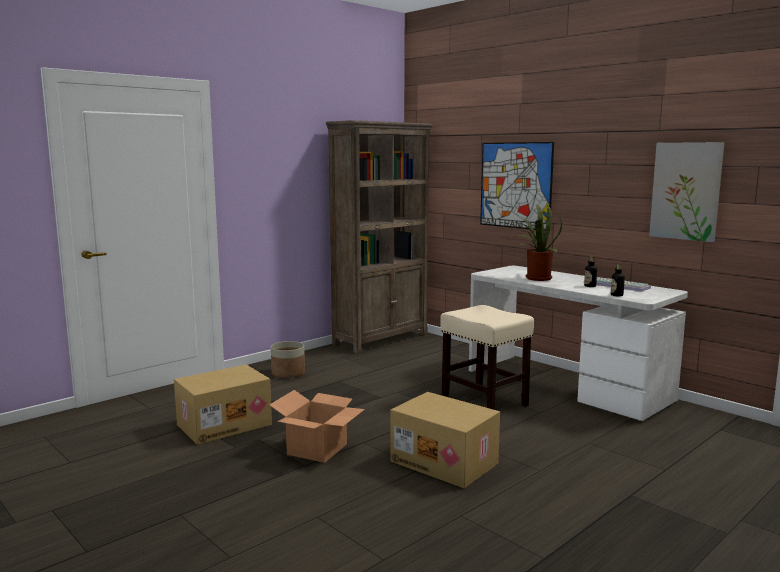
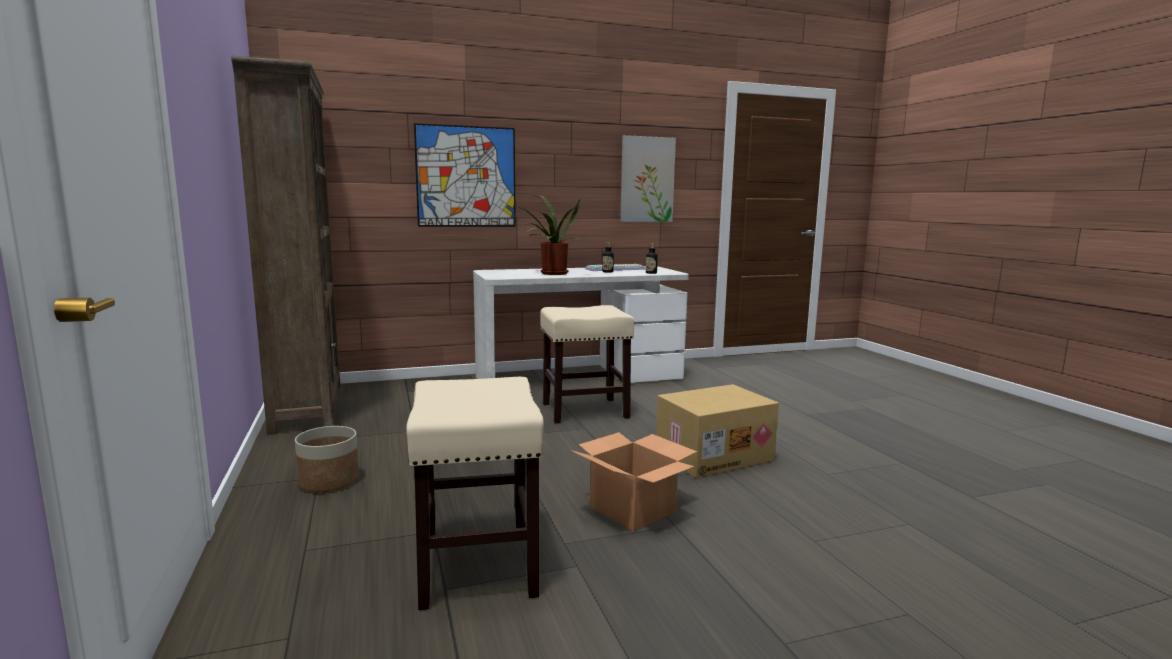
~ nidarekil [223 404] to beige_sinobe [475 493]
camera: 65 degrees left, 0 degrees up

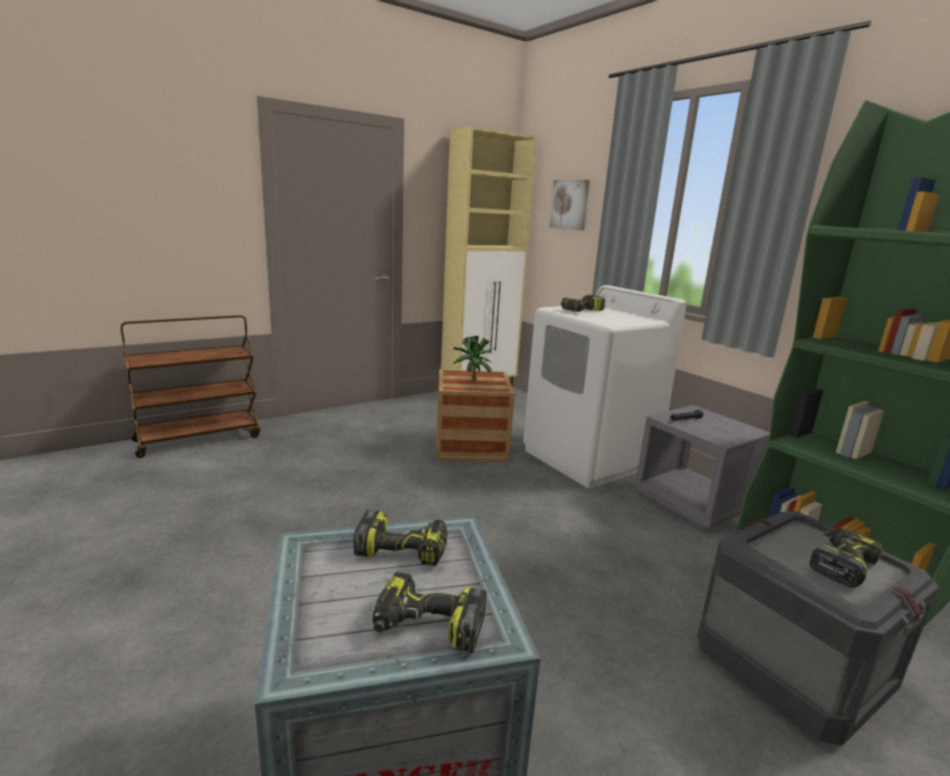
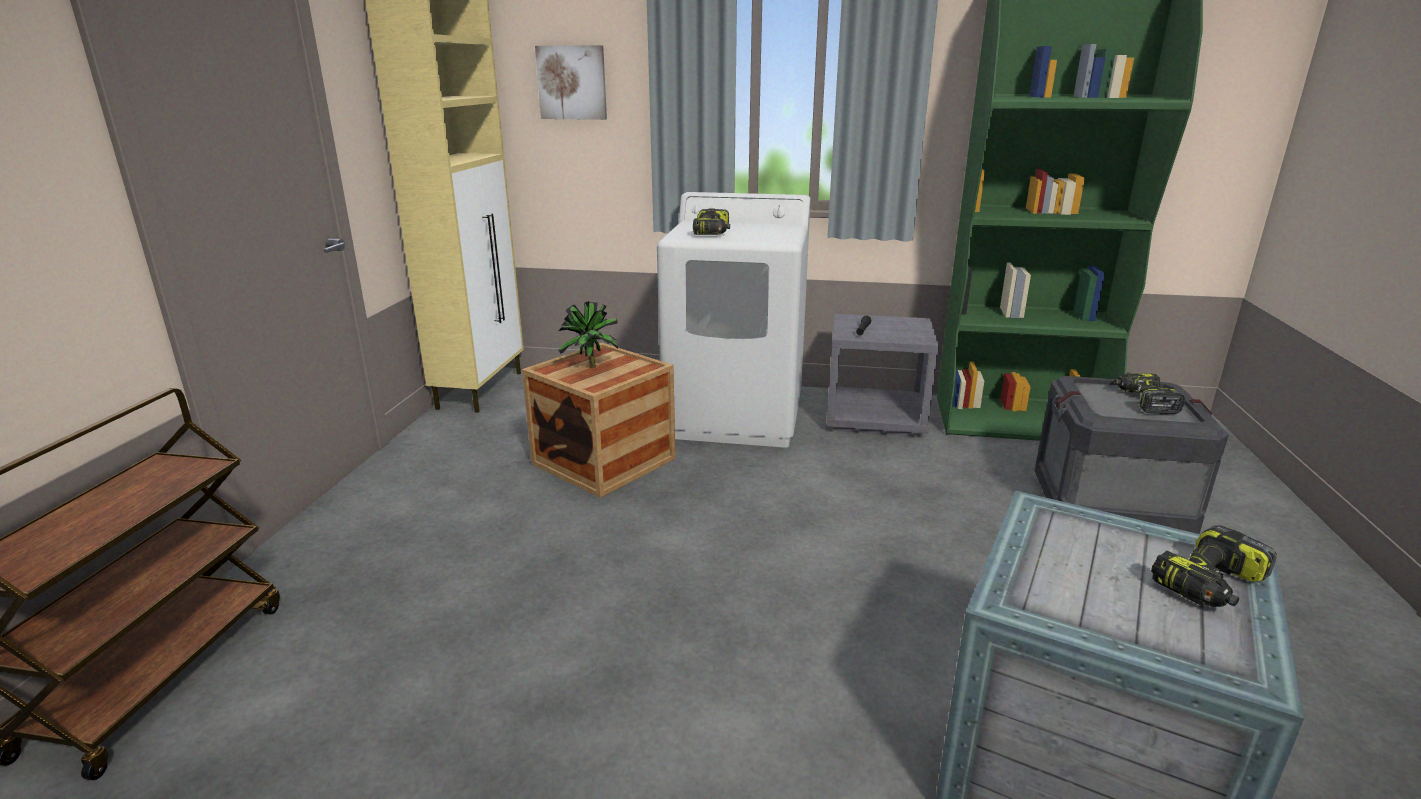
- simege [400 537]
camera: 45 degrees left, 5 degrees up

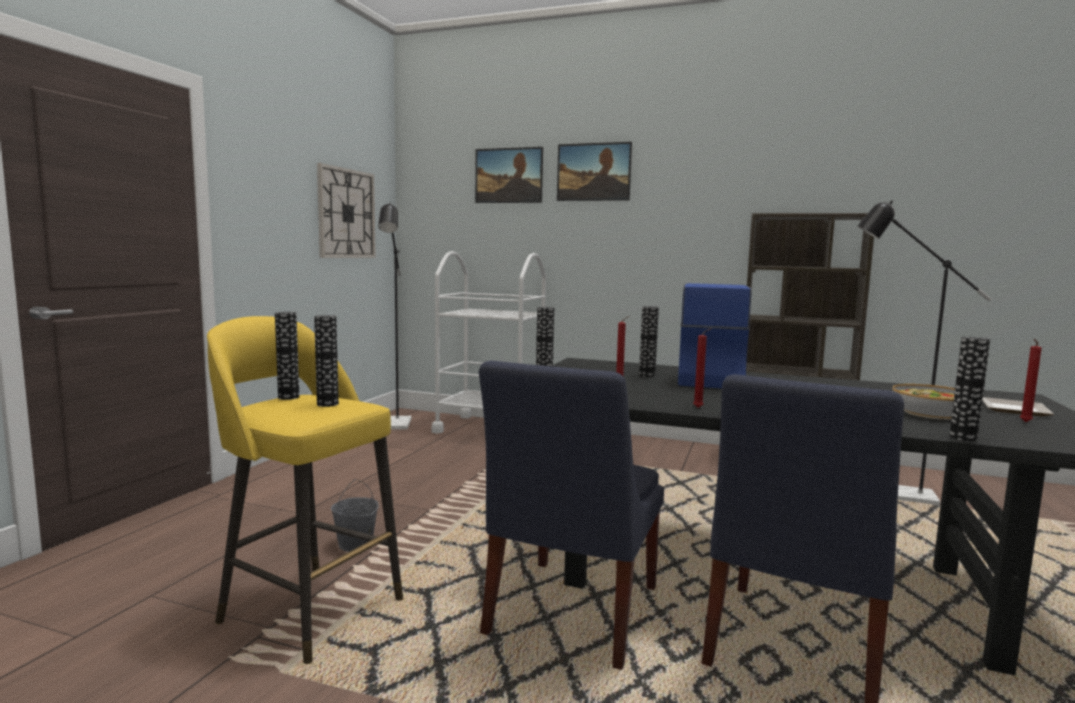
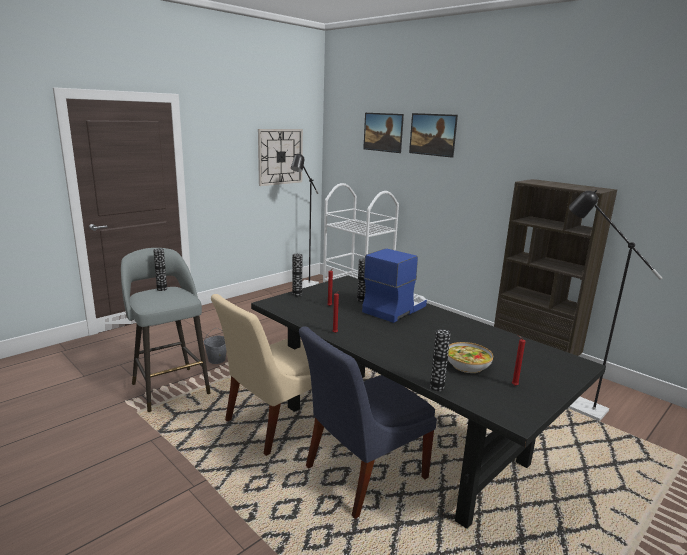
~ yellow_sinobe [305 490] to grey_sinobe [166 330]
~ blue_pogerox [571 515] to beige_pogerox [261 375]
- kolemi [326 361]
- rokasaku [1018 406]
camera: 25 degrees right, 10 degrees up

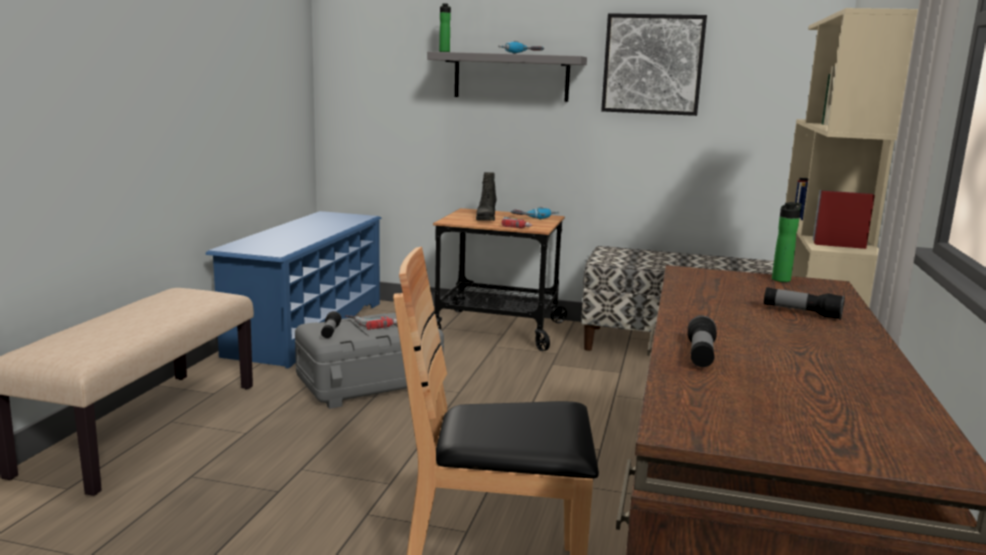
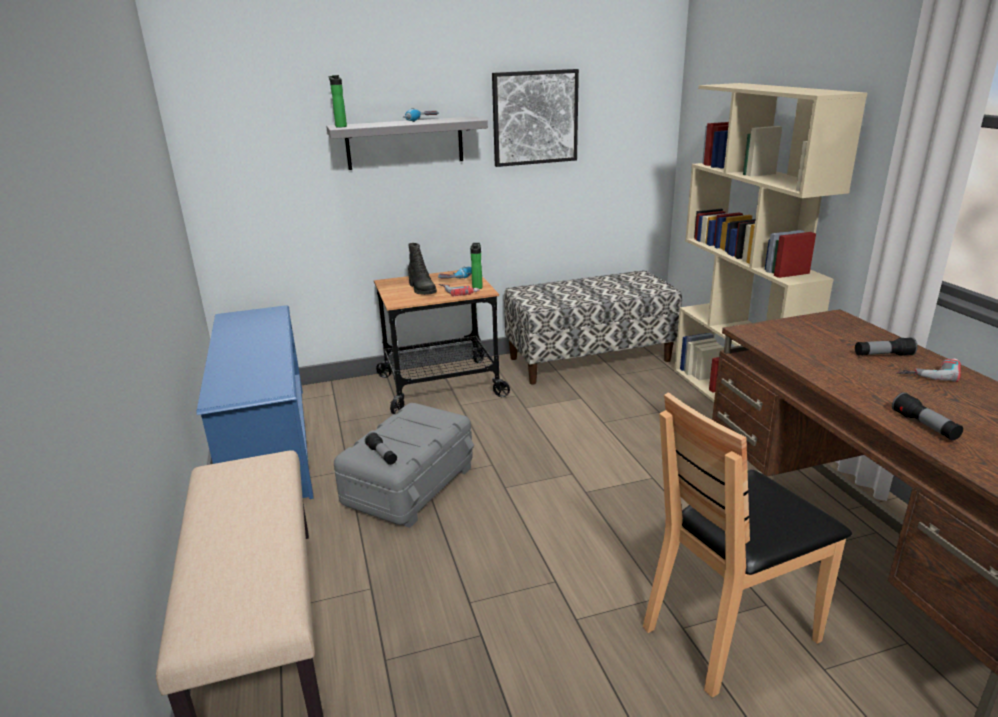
~ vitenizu [786 242] to [476 266]
~ simege [371 322] to [928 370]
camera: 30 degrees left, 10 degrees up

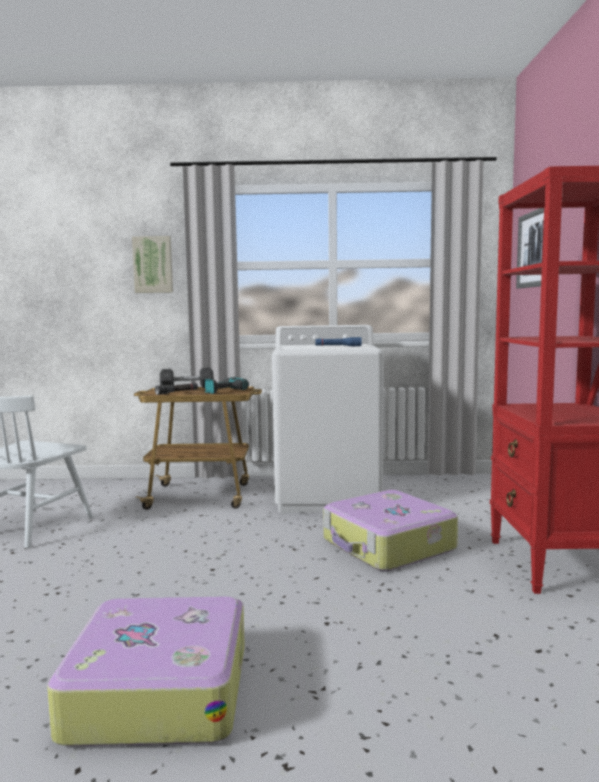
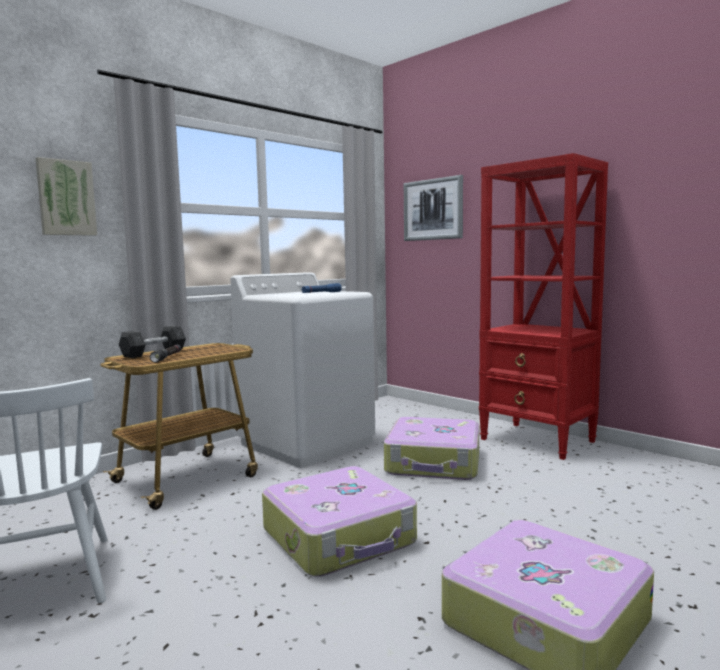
+ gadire [339 521]
- simege [226 385]
camera: 45 degrees left, 0 degrees up

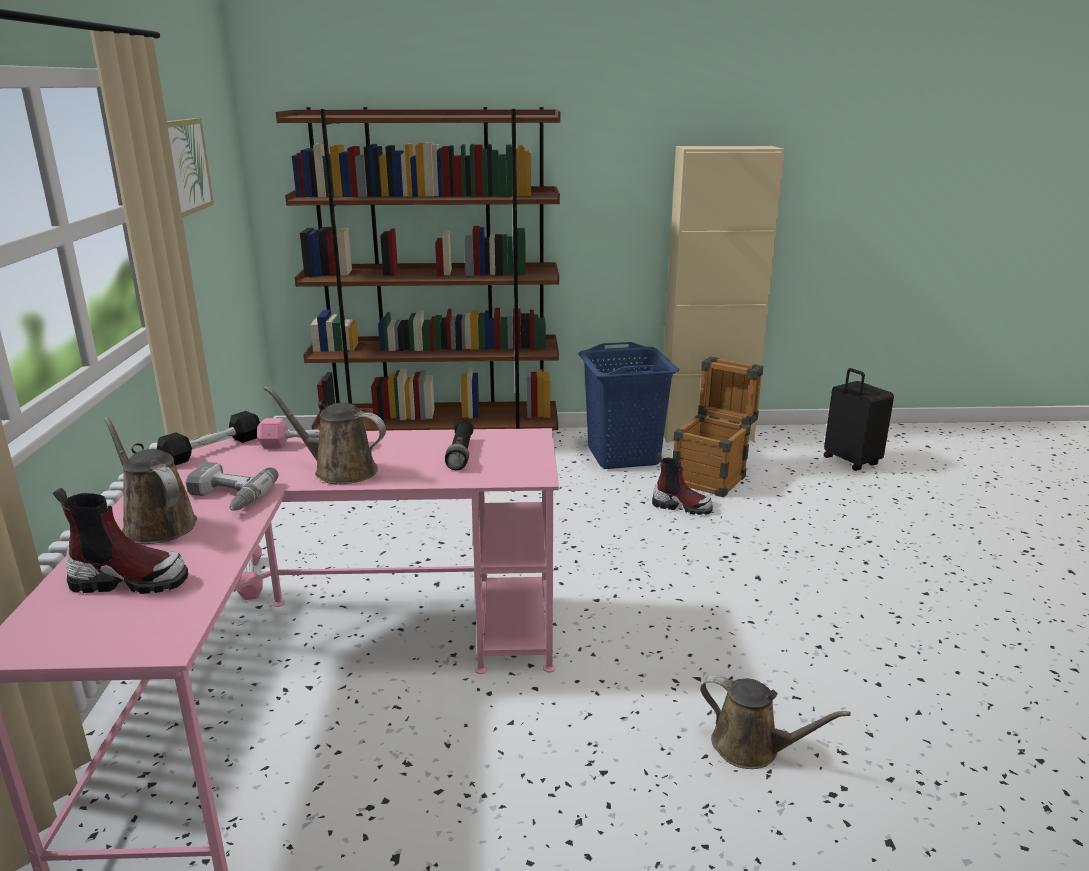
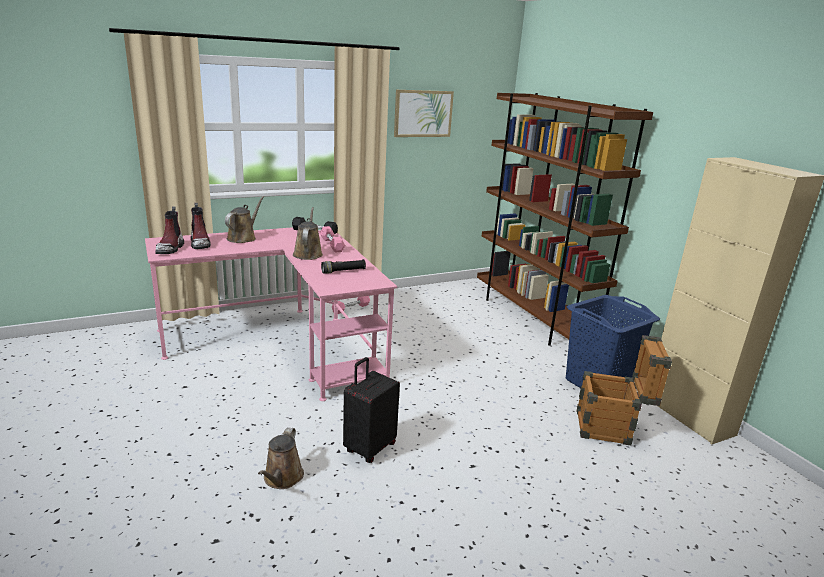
~ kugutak [682 484] to [169 230]
~ black_gadire [859 419] to [371 410]
- simege [232 486]
camera: 65 degrees right, 0 degrees up

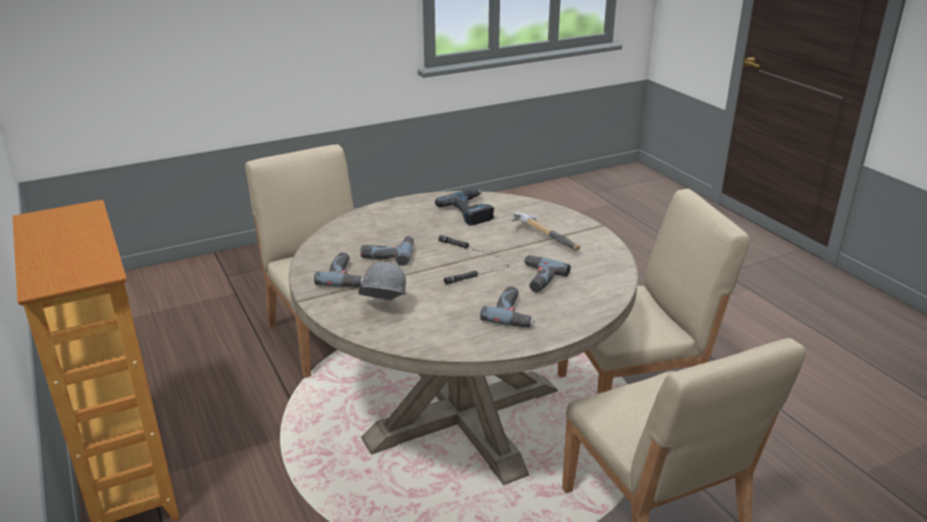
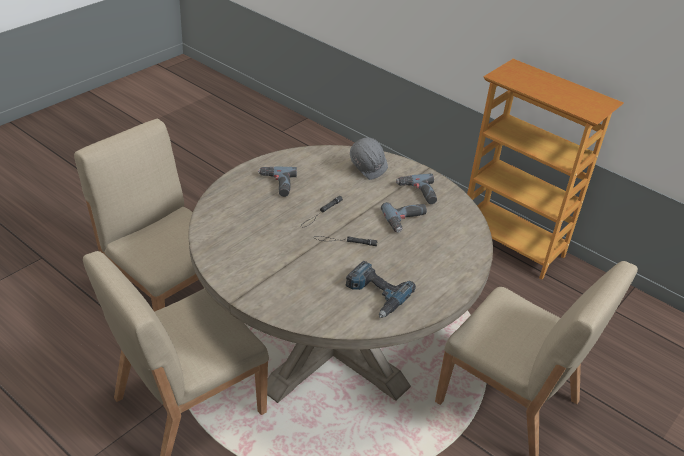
- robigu [546 231]
- simege [547 273]
camera: 155 degrees right, 10 degrees up

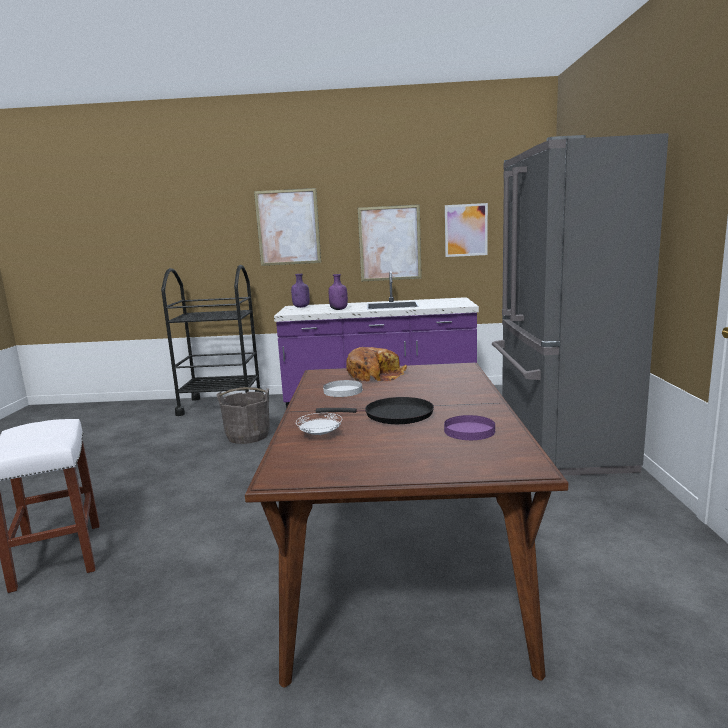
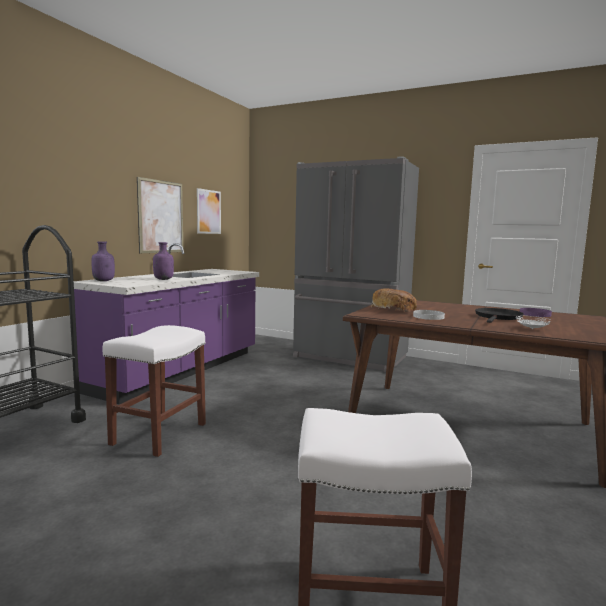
~ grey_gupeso [243 415] to white_sinobe [154 391]
- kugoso [287 227]
camera: 65 degrees left, 5 degrees down

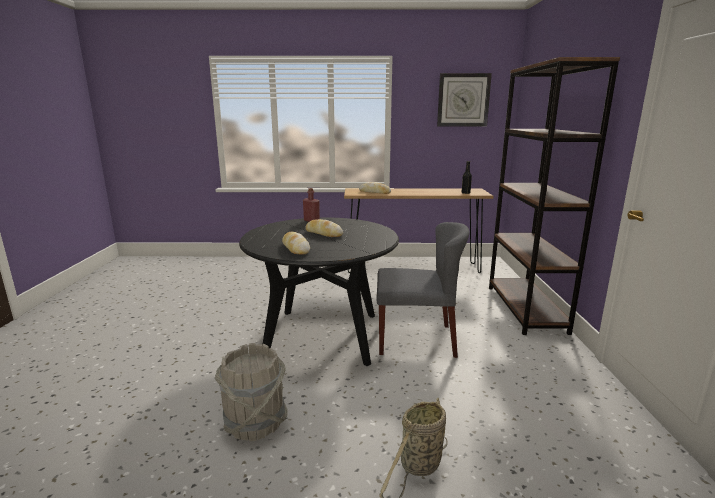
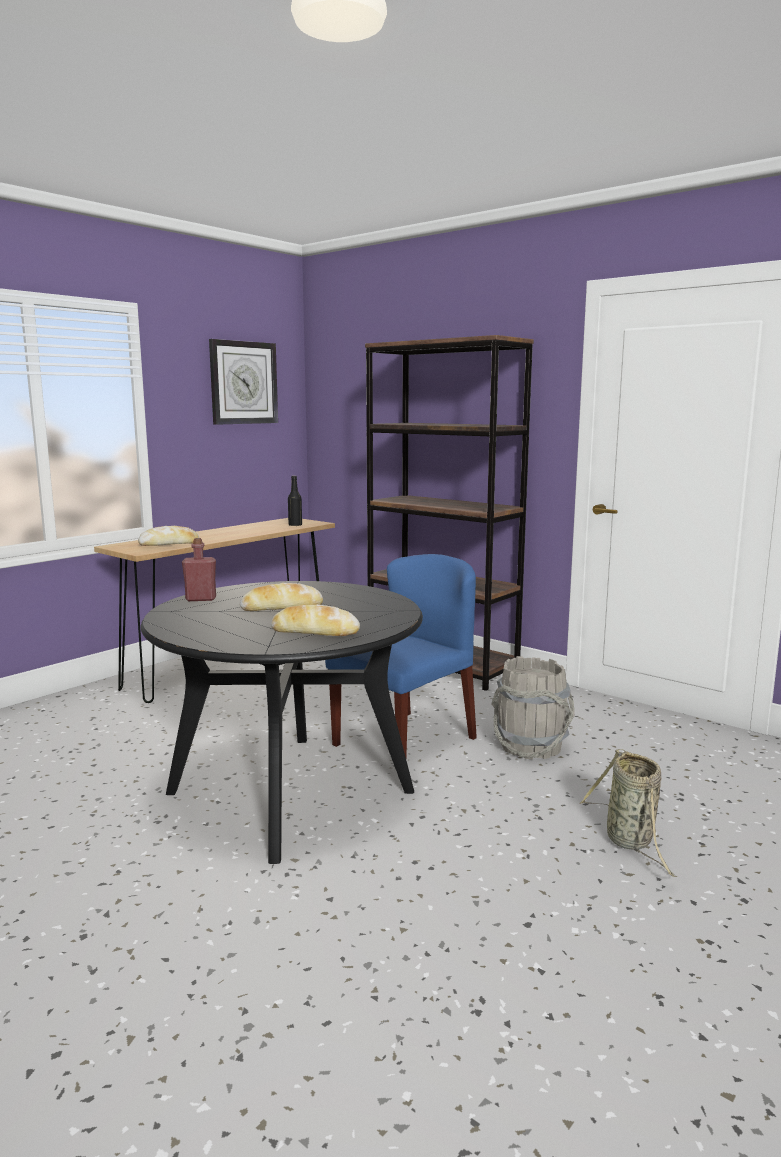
~ grey_pogerox [423 290] to blue_pogerox [401 655]
~ grey_gupeso [251 392] to [533 707]
camera: 50 degrees left, 5 degrees down

